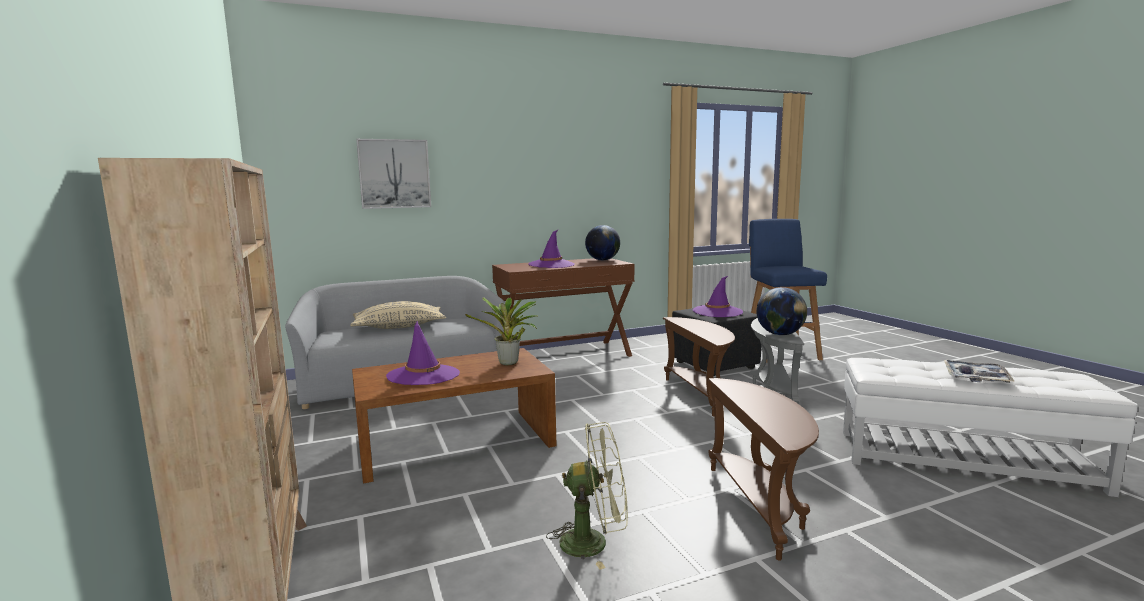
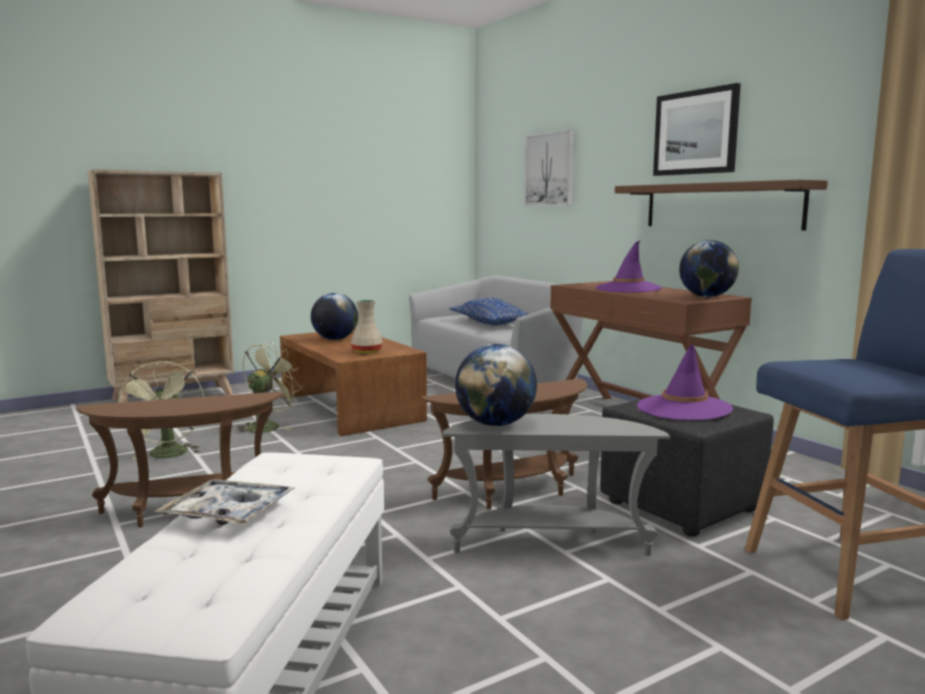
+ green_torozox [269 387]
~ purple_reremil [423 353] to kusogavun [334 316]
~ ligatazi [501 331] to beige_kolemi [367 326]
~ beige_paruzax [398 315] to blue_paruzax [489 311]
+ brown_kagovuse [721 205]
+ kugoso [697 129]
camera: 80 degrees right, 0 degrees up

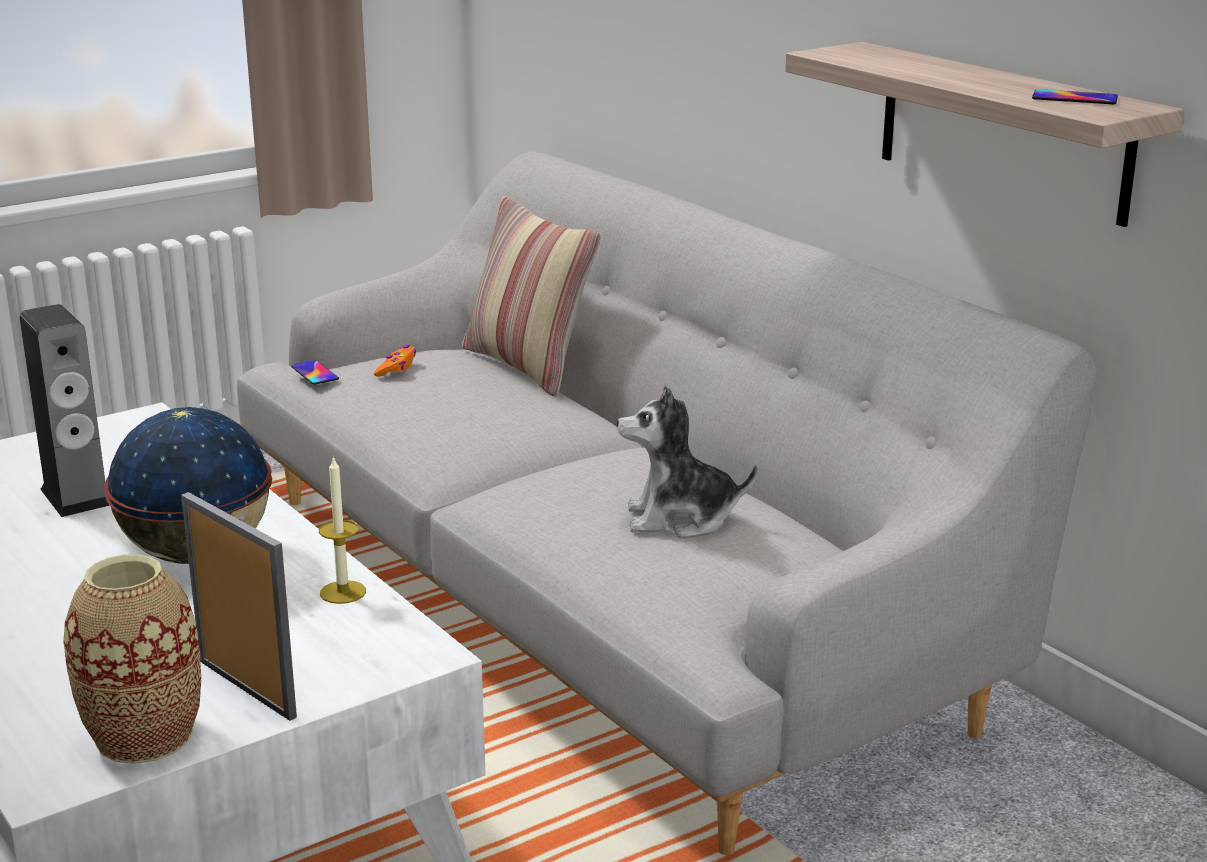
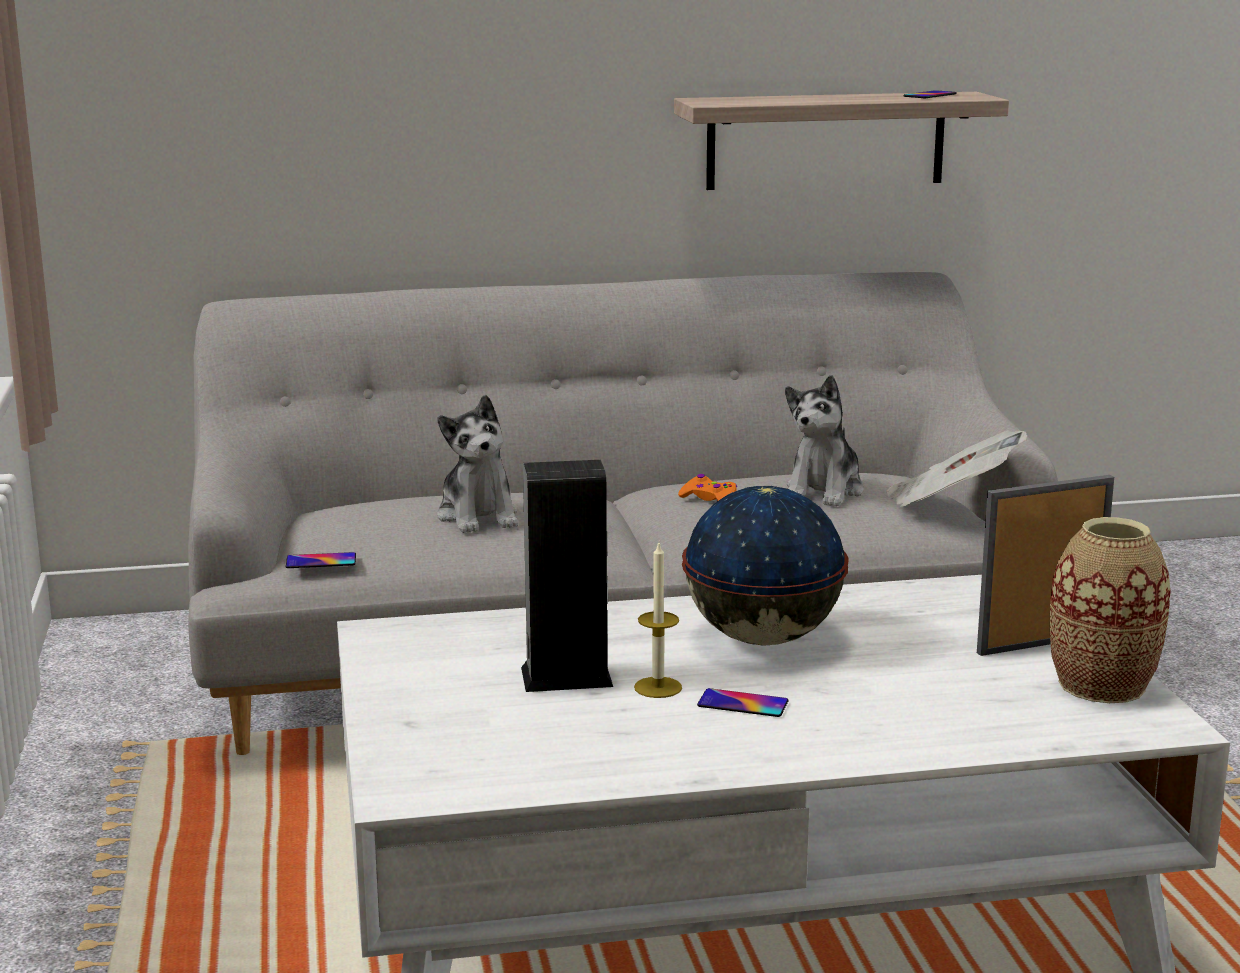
+ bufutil [478 464]
~ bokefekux [342 530] to [658 620]
~ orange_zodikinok [395 360] to [707 487]
+ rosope [742 702]
+ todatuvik [956 468]
- paruzax [531 296]
camera: 65 degrees left, 5 degrees down

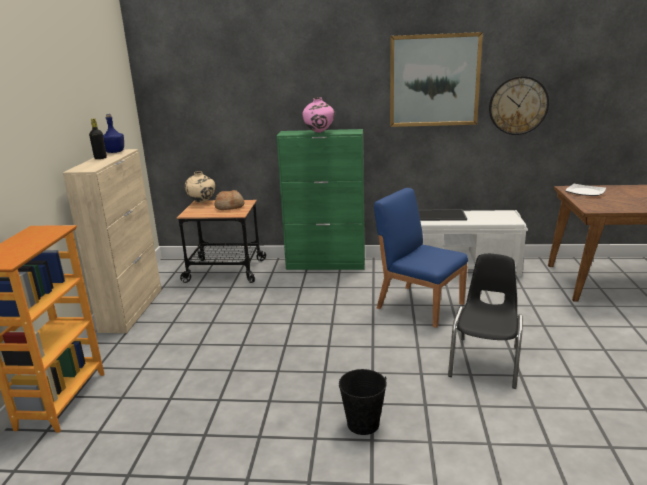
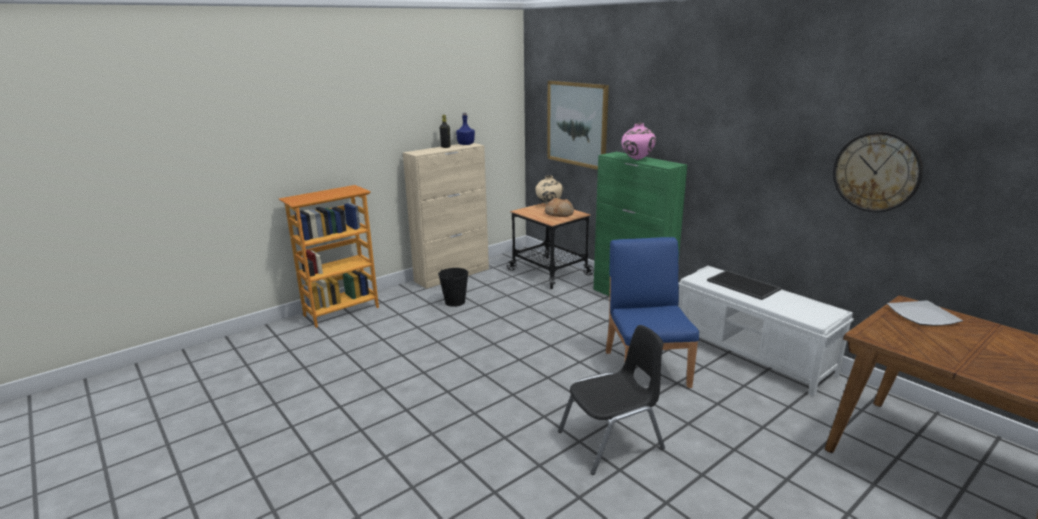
~ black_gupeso [363 402] to [453 287]
~ kugoso [436 79] to [578 125]
camera: 45 degrees right, 0 degrees up

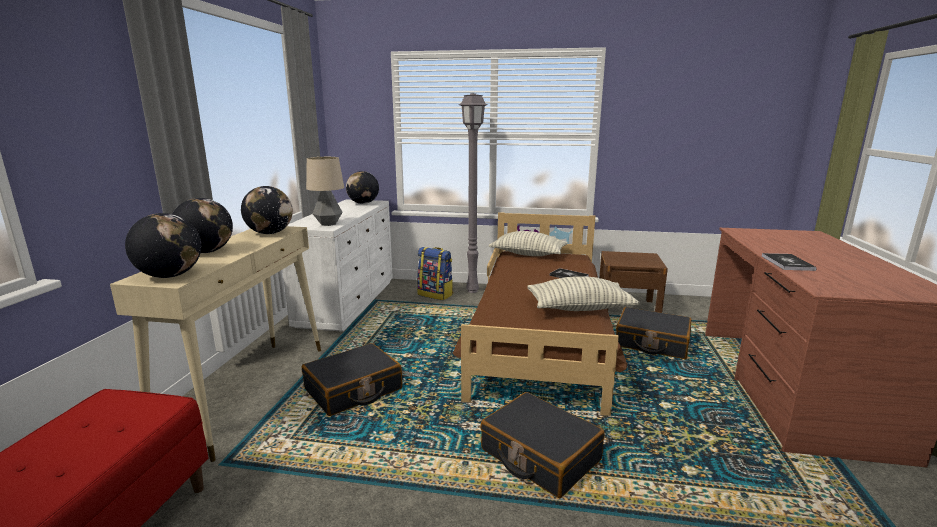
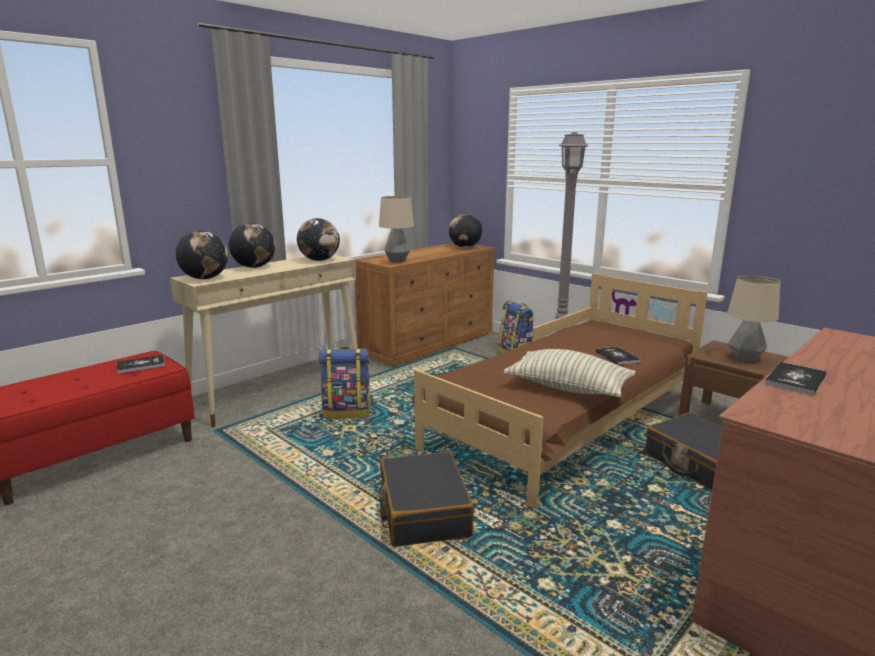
+ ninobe [141 364]
~ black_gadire [352 379] to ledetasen [345 383]
~ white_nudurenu [338 266] to brown_nudurenu [424 305]
+ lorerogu [753 319]
- paruzax [528 243]
camera: 35 degrees right, 0 degrees up

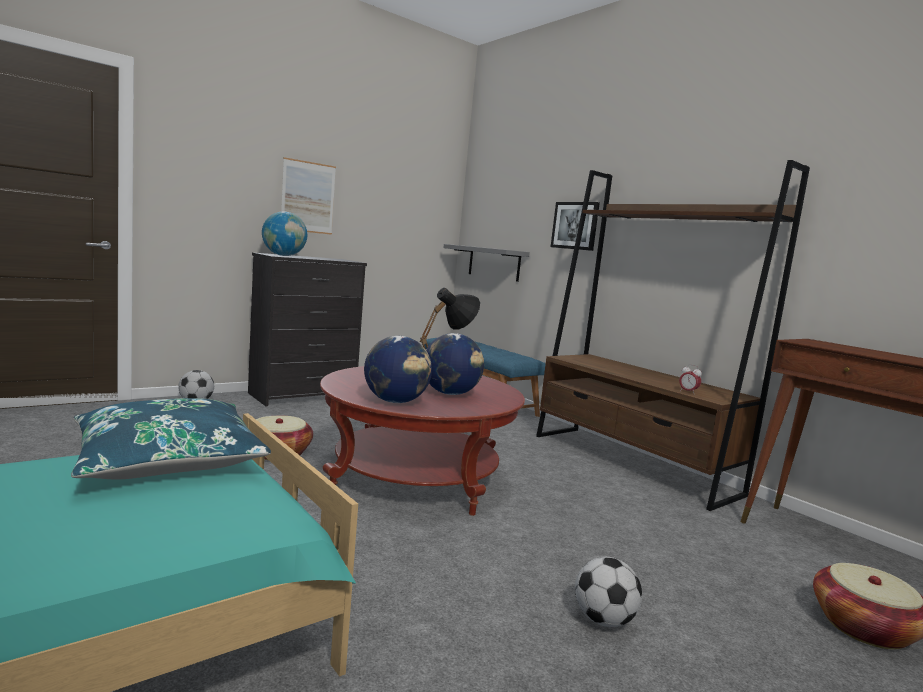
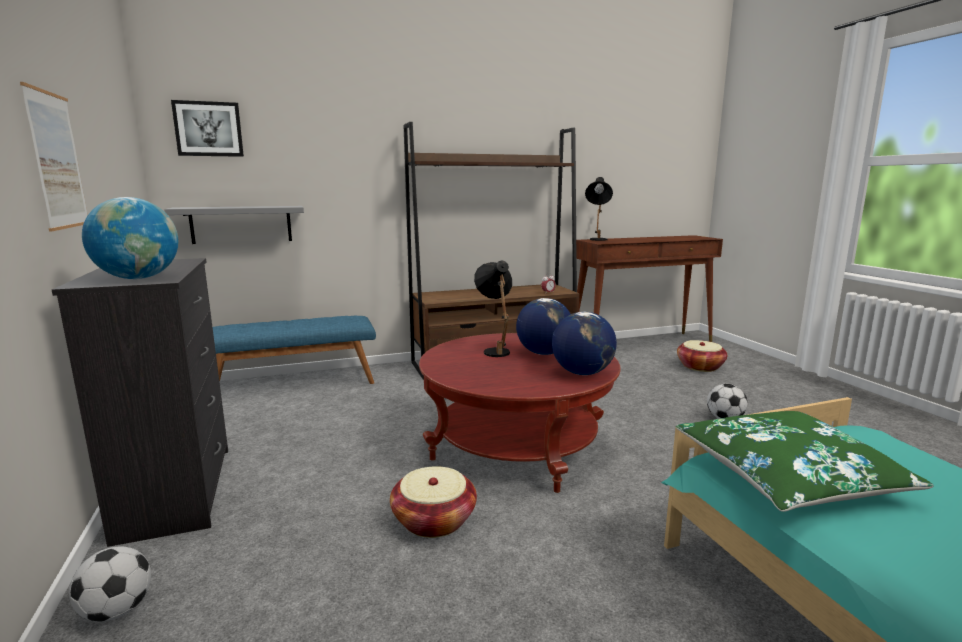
~ kugoso [575 226] to [207 128]
+ black_lorerogu [599 209]
~ blue_paruzax [171 439] to green_paruzax [805 461]
camera: 70 degrees left, 5 degrees up

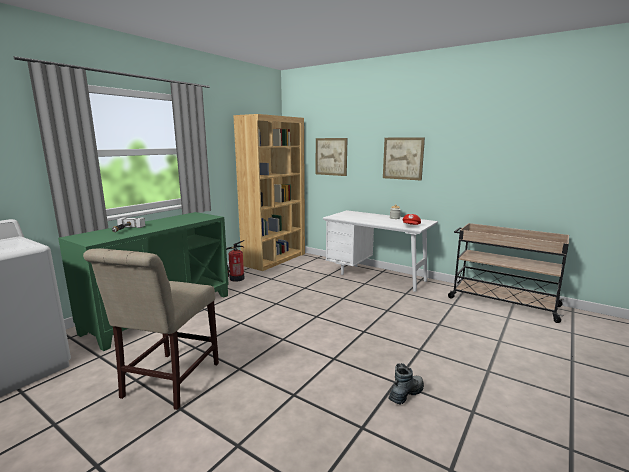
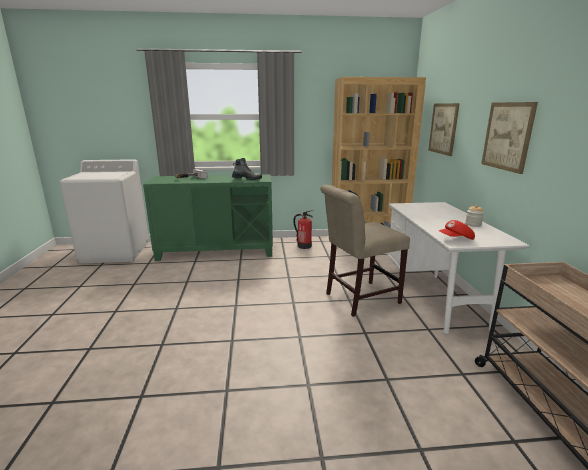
~ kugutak [406 383] to [247 169]
~ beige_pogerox [151 329] to [365 251]
camera: 50 degrees right, 5 degrees up

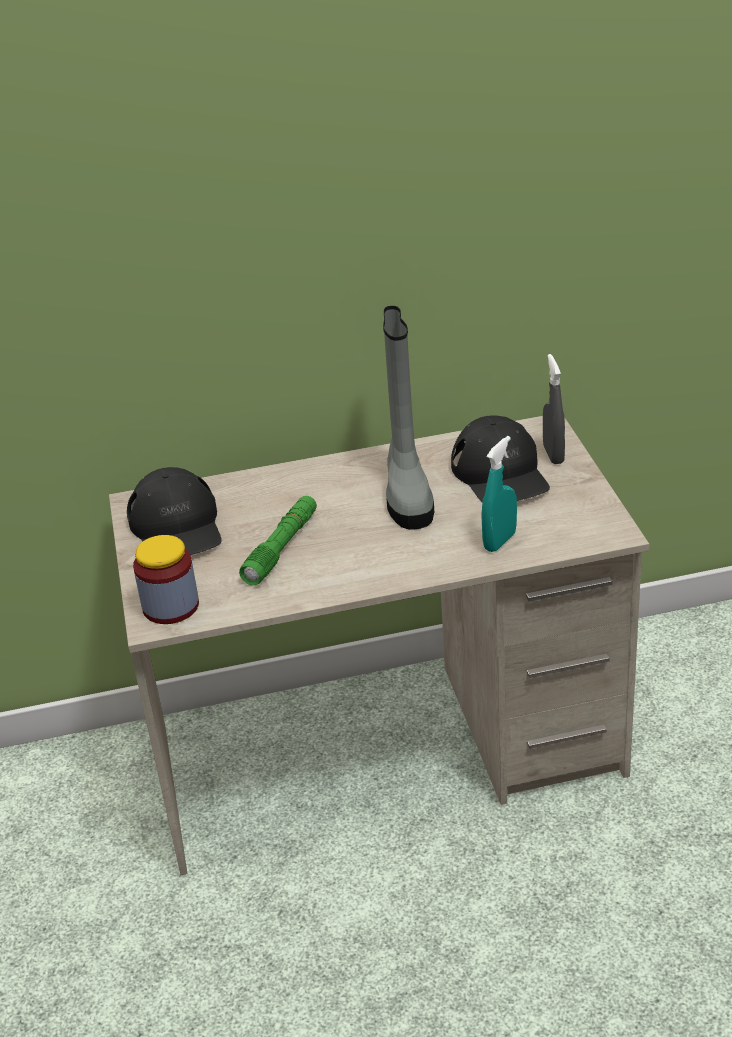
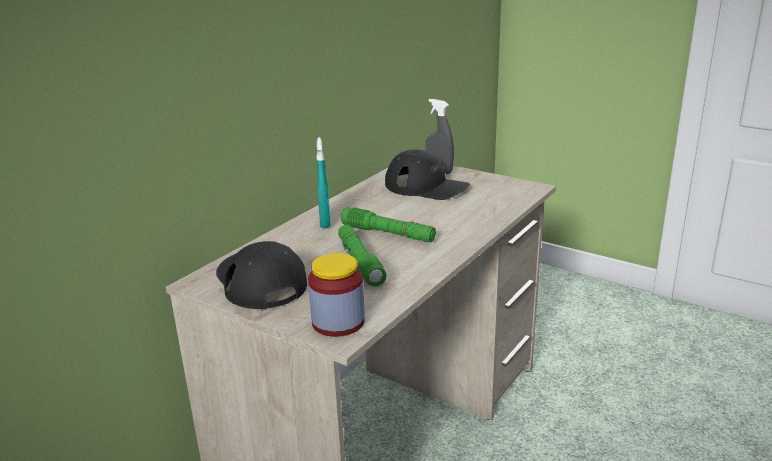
~ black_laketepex [174 511] = [261 275] 150 degrees counterclockwise
~ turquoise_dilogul [499 494] to [323 182]
+ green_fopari [388 224]
- grey_kugutak [408 418]
camera: 45 degrees left, 10 degrees down

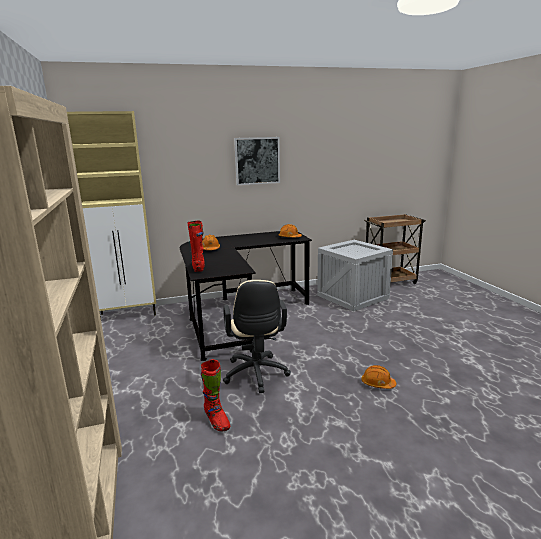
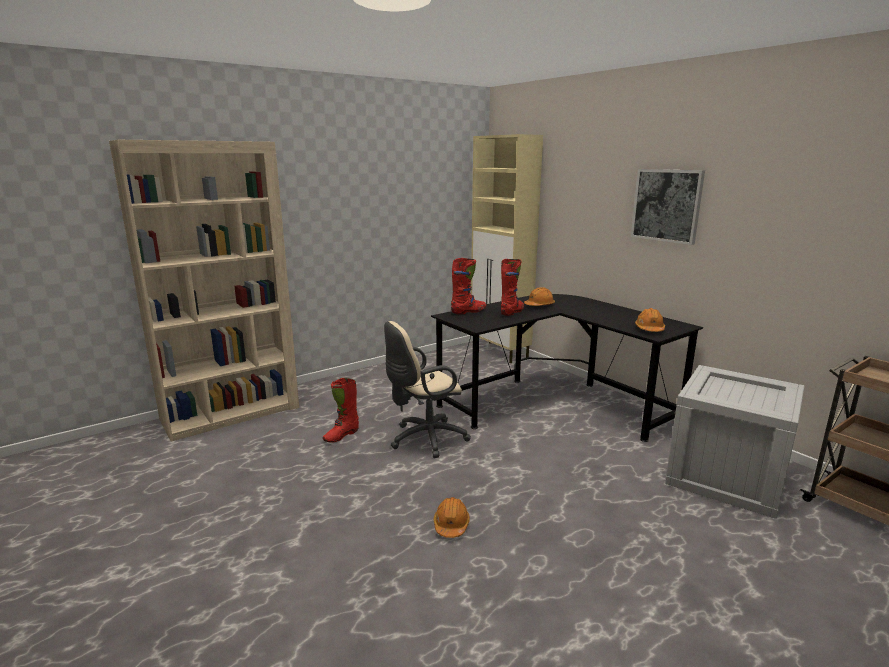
+ red_kugutak [512 287]
camera: 70 degrees right, 0 degrees up

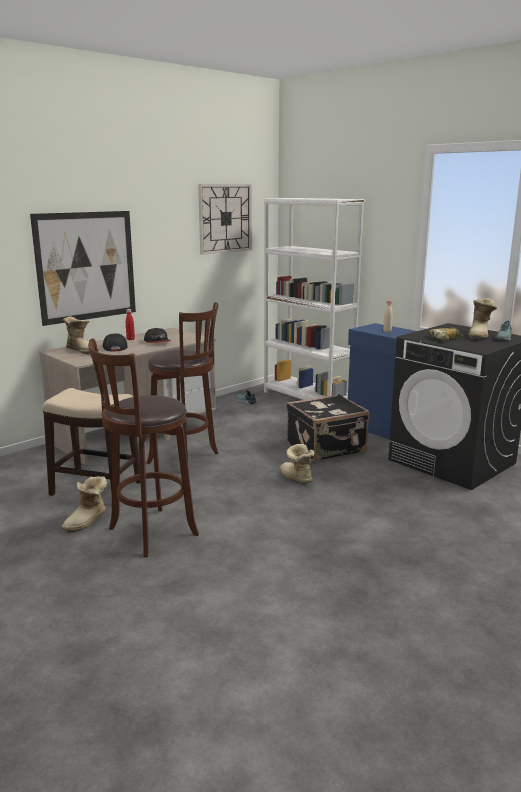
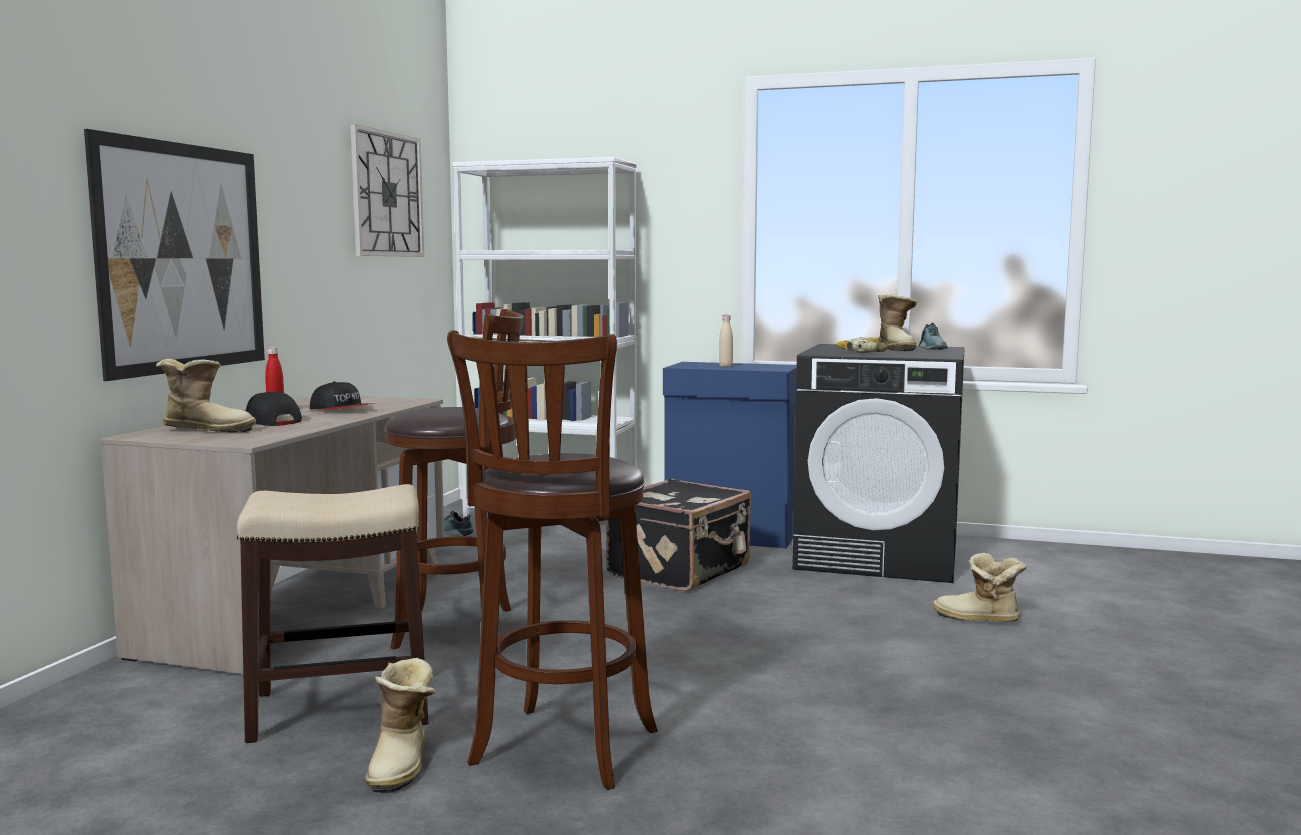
~ kugutak [297 463] to [980 587]
camera: 30 degrees left, 10 degrees down

